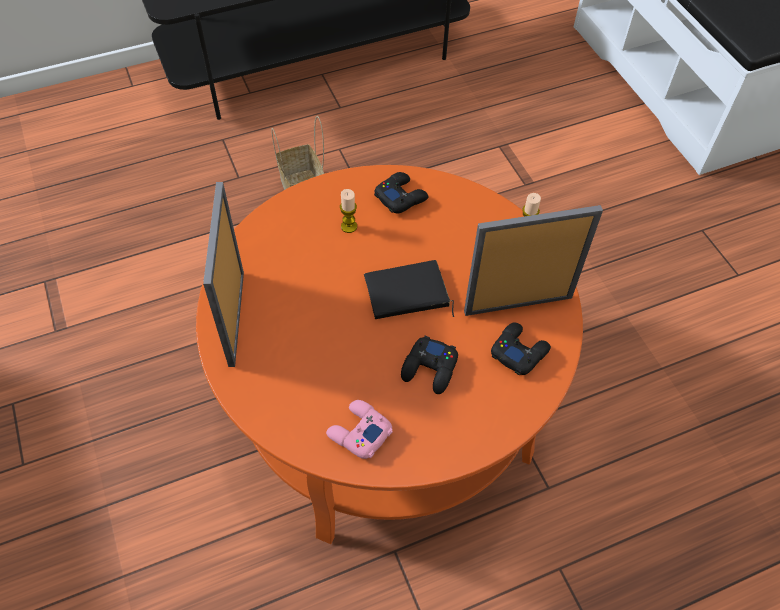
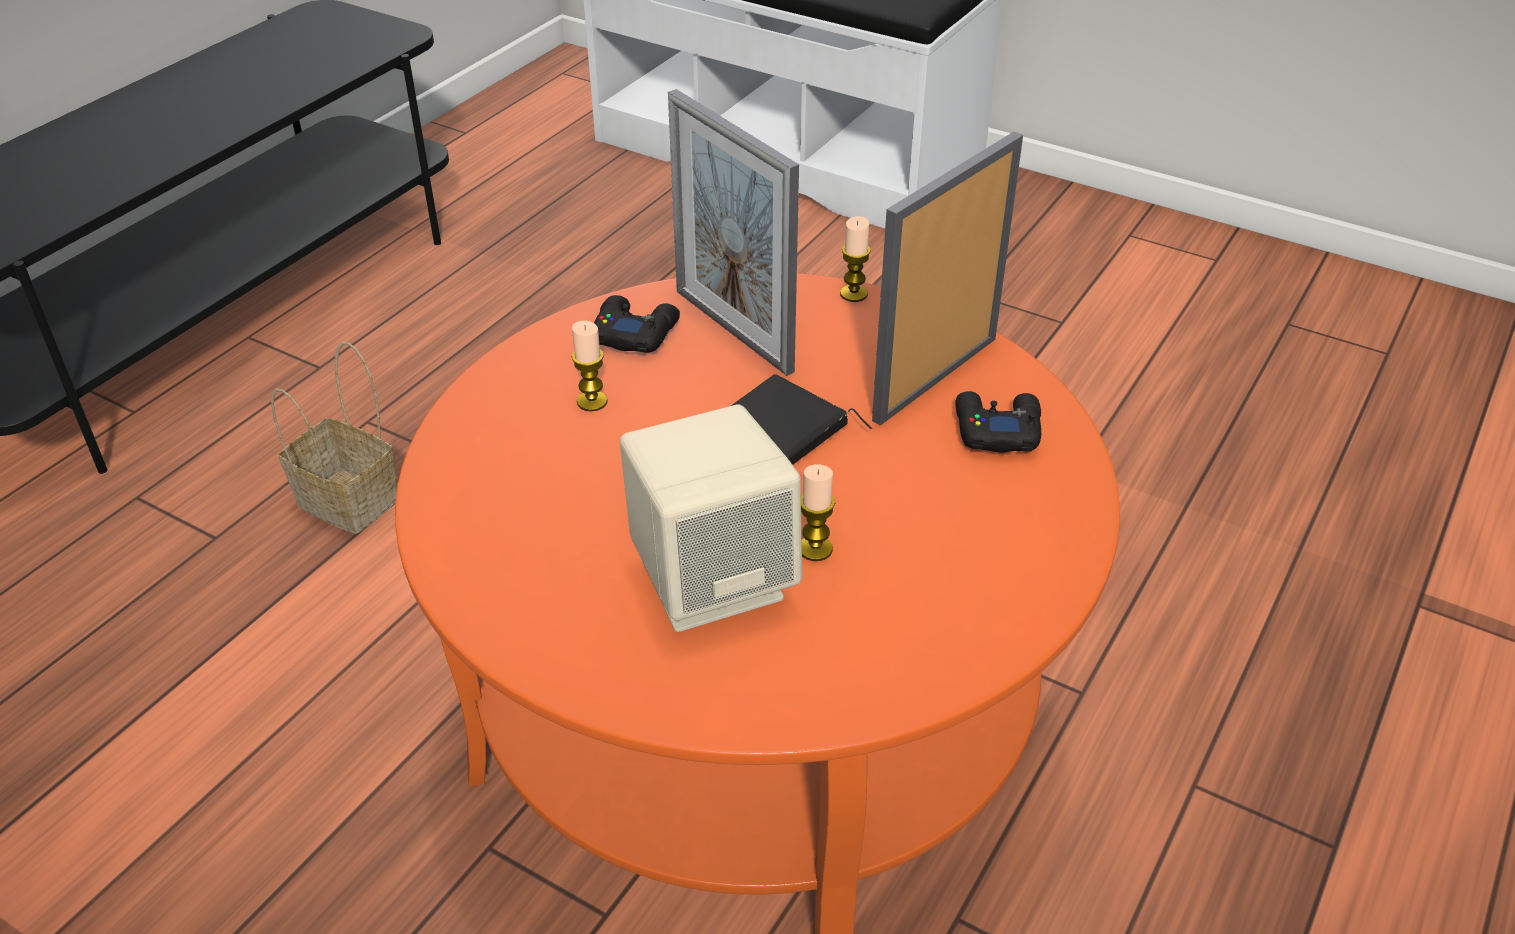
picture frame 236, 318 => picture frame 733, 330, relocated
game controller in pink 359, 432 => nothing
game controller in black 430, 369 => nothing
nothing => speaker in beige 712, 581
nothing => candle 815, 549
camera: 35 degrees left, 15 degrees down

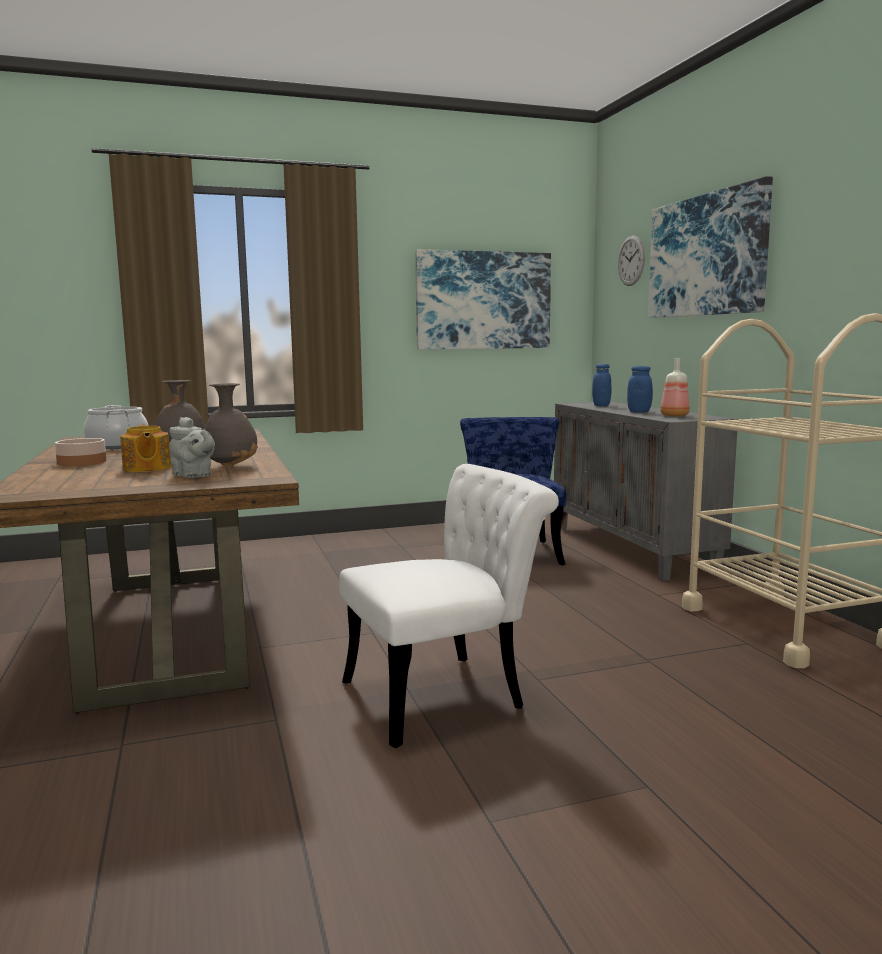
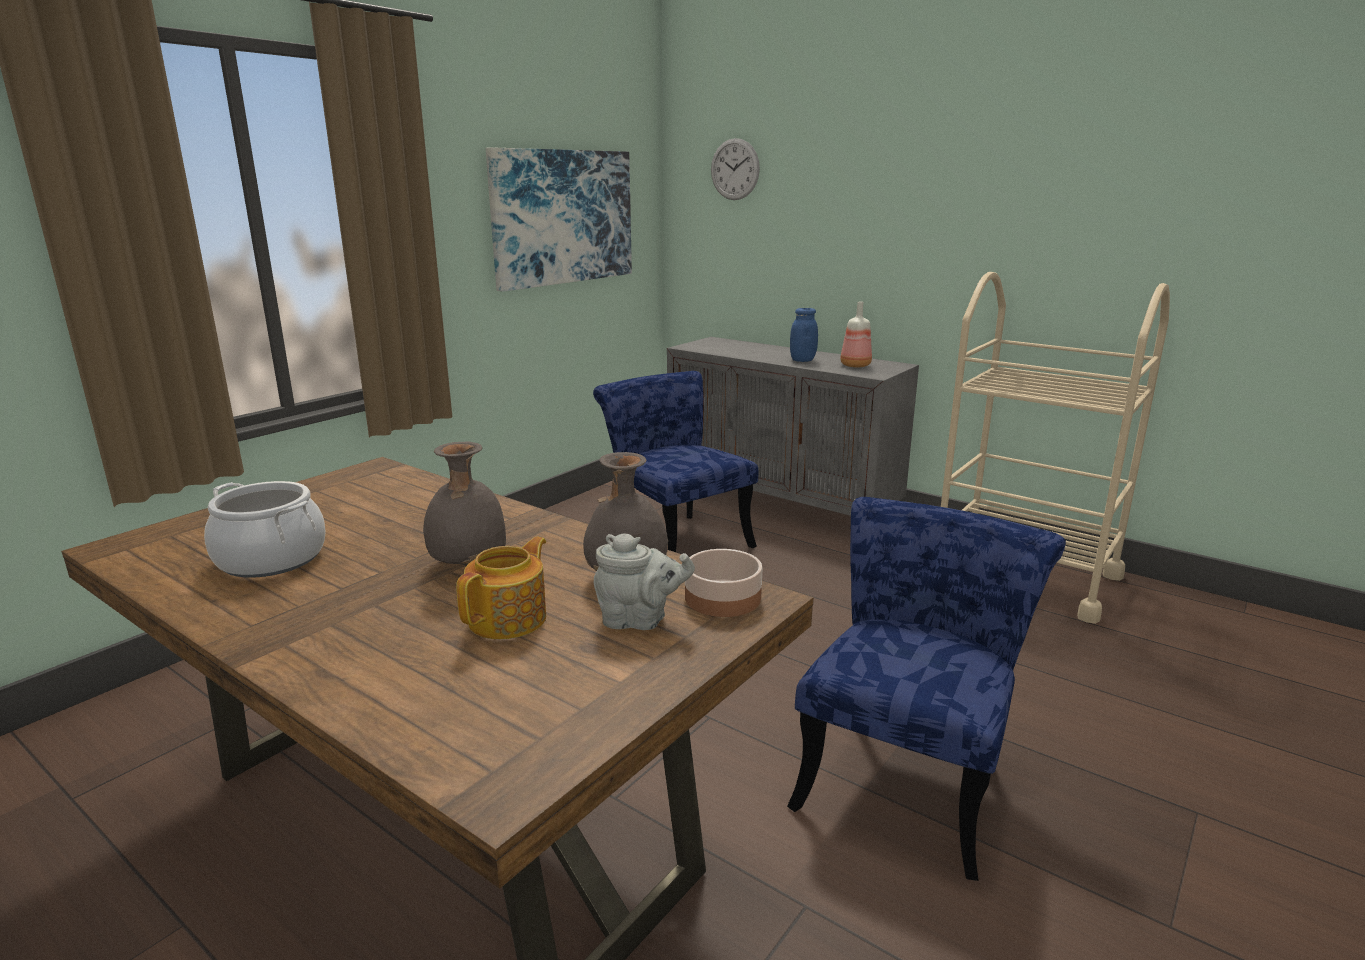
bowl 81, 462 => bowl 721, 598, relocated
teapot 146, 468 => teapot 510, 619, 90 degrees counterclockwise
chair in white 447, 694 => chair in blue 908, 776
jar in blue 601, 405 => nothing
picture 706, 255 => nothing
camera: 35 degrees left, 10 degrees up

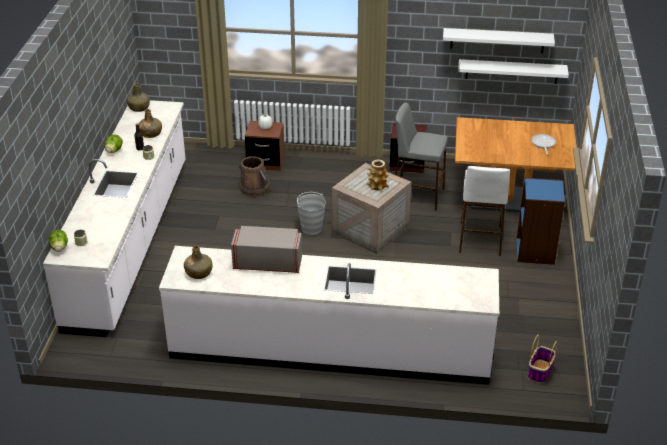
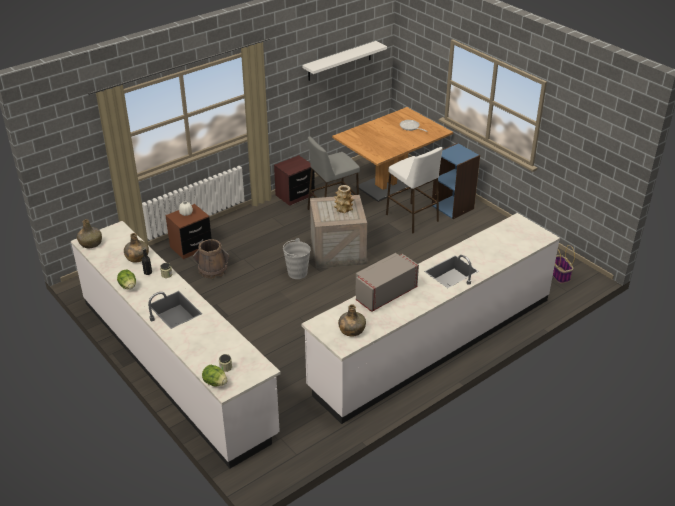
shelf in white 511, 71 => nothing
camera: 45 degrees left, 0 degrees up

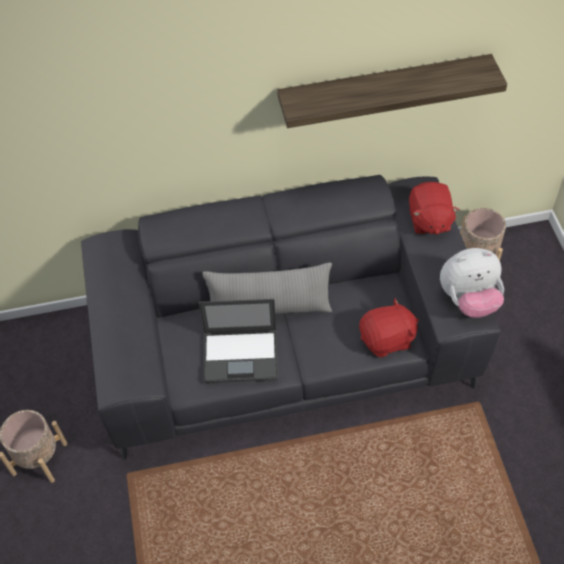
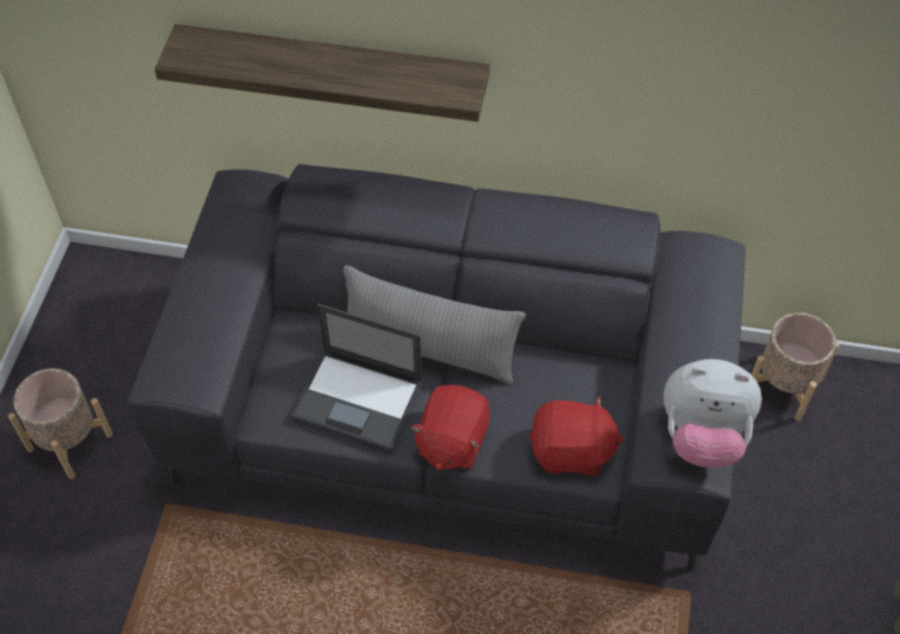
shelf 384, 90 => shelf 333, 71, relocated
plush toy in red 429, 220 => plush toy in red 451, 441, relocated
camera: 20 degrees right, 0 degrees up

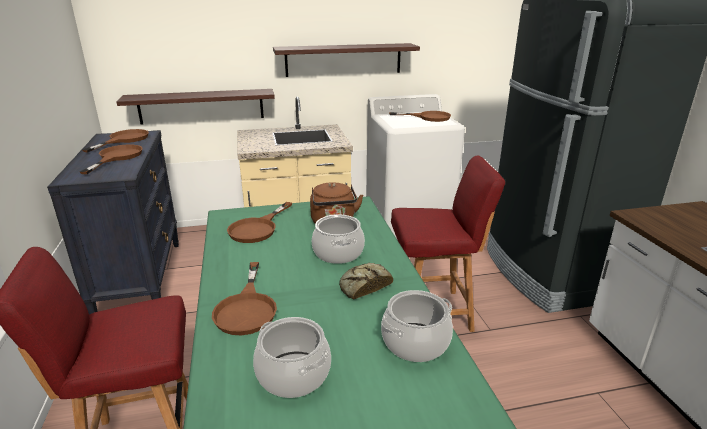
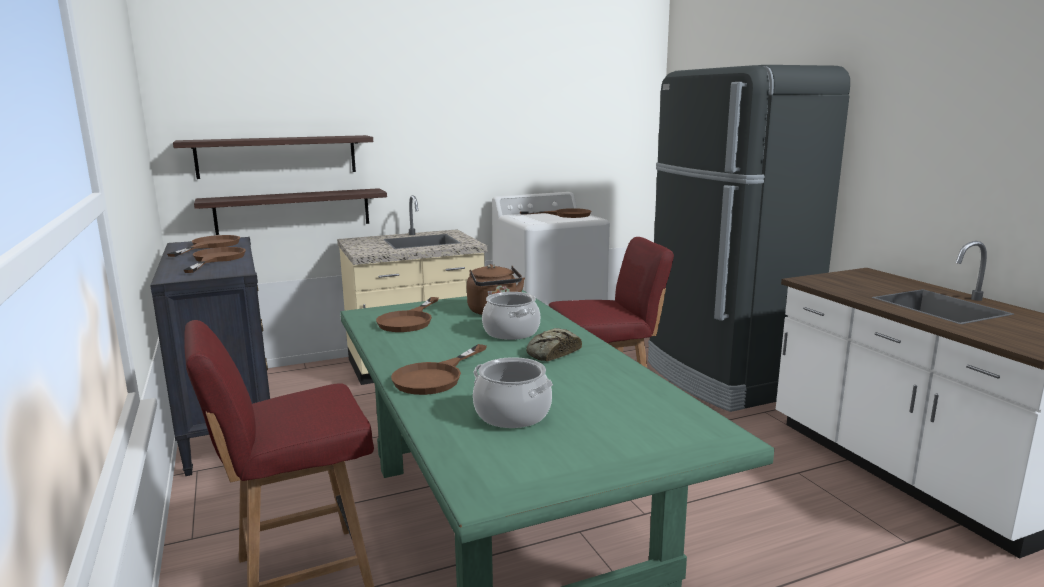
frying pan in brown 247, 308 => frying pan in brown 435, 377, 45 degrees clockwise
shelf 343, 59 => shelf 277, 156, relocated
cooking pot 415, 342 => nothing
camera: 10 degrees left, 10 degrees down

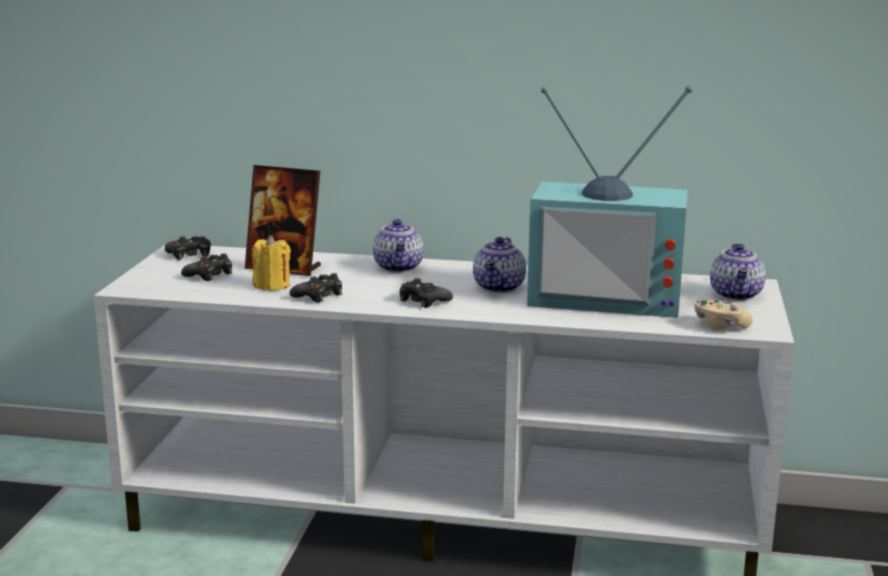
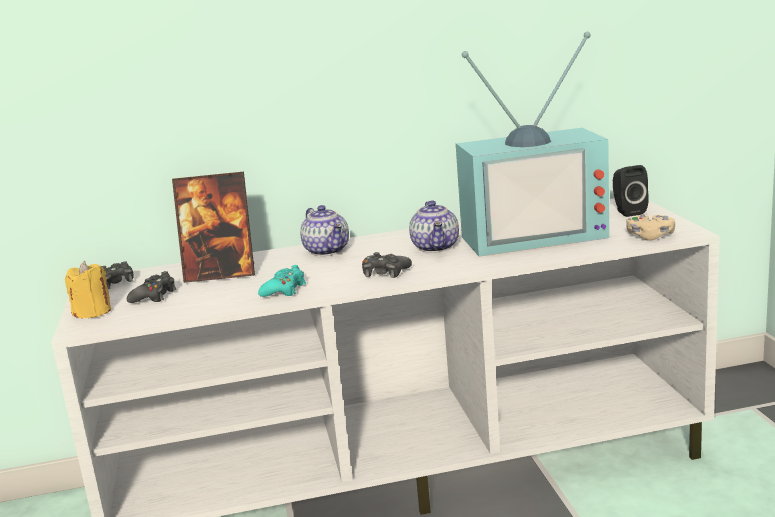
candle in yellow 272, 285 => candle in yellow 93, 312, relocated
game controller in black 318, 296 => game controller in turquoise 284, 290
teapot 737, 295 => speaker in black 628, 212
camera: 20 degrees left, 0 degrees up

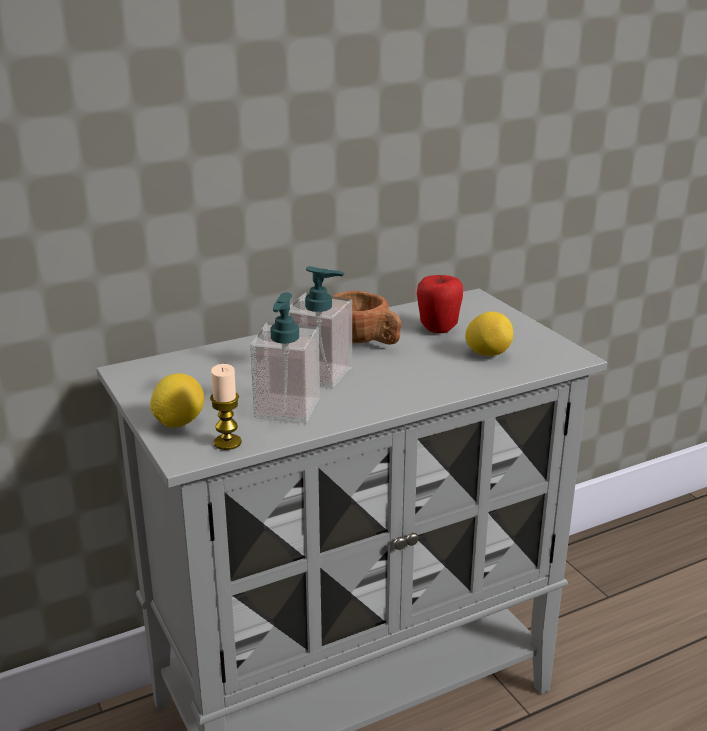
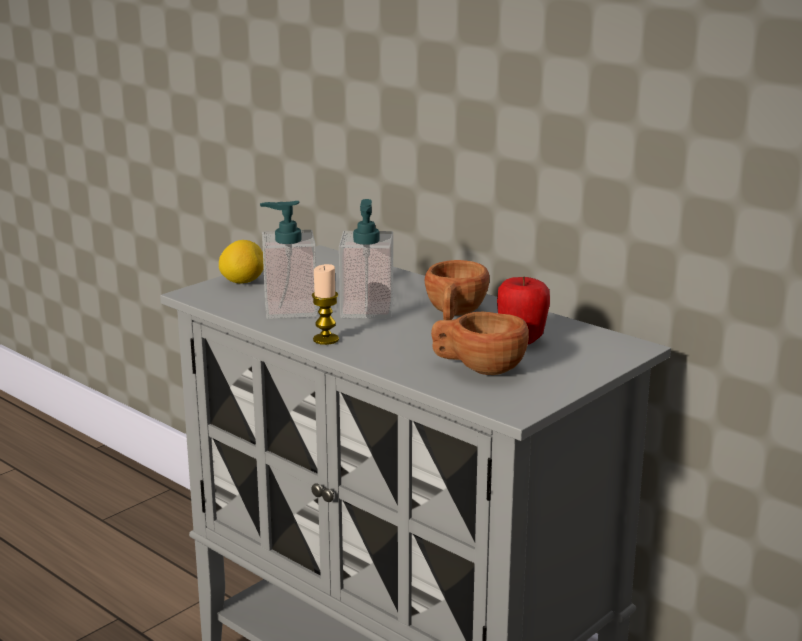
candle 227, 442 => candle 326, 339, relocated
lemon 488, 354 => cup in brown 478, 368
camera: 70 degrees right, 5 degrees down

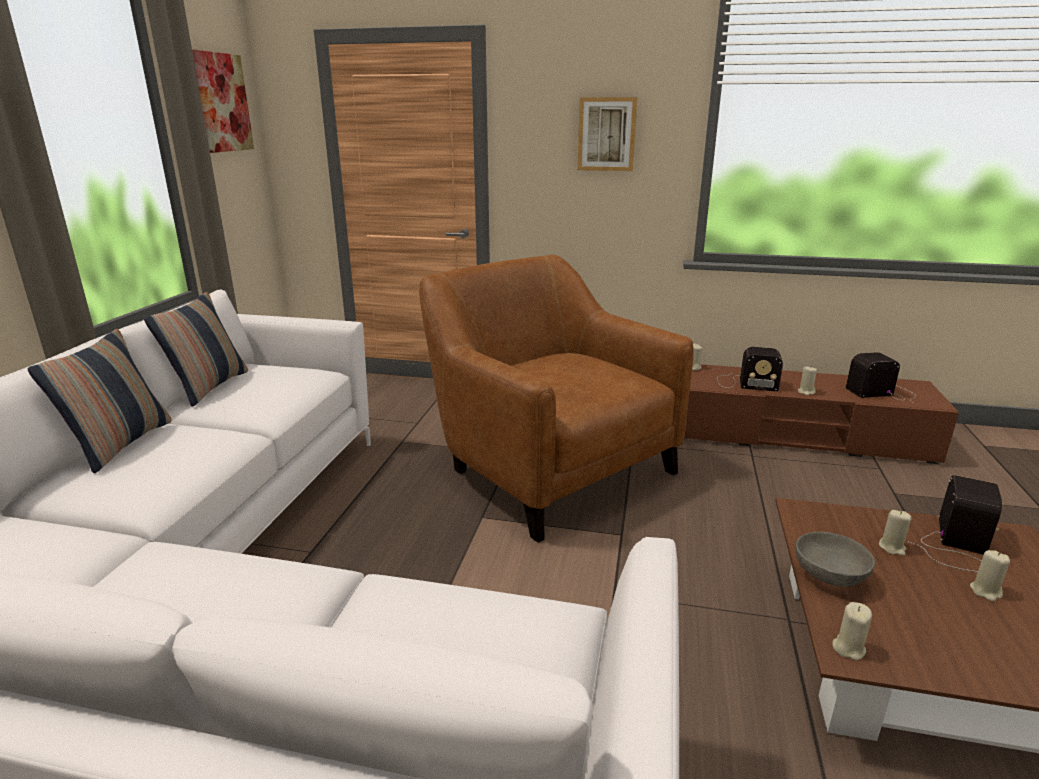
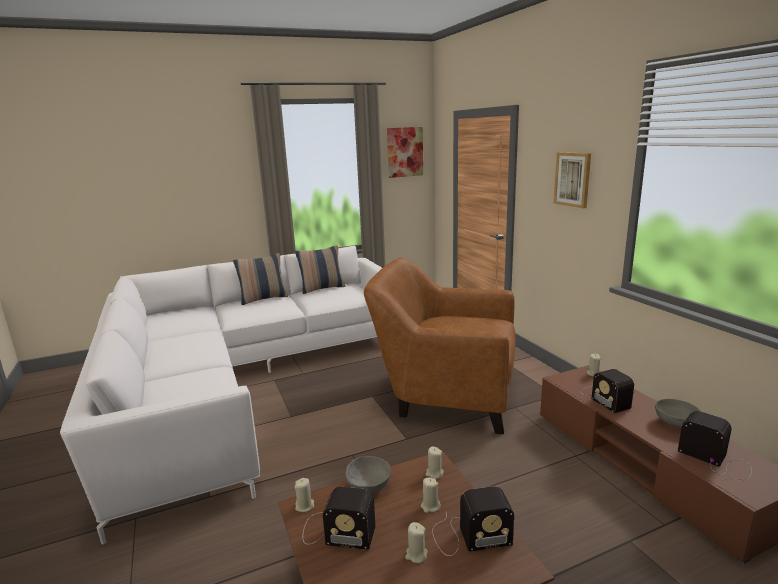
armchair in brown 548, 465 => armchair in brown 445, 392, 90 degrees counterclockwise
candle in beige 806, 392 => candle in beige 434, 473, relocated
nothing => radio 336, 531
nothing => bowl in grey 676, 423
camera: 55 degrees right, 5 degrees down

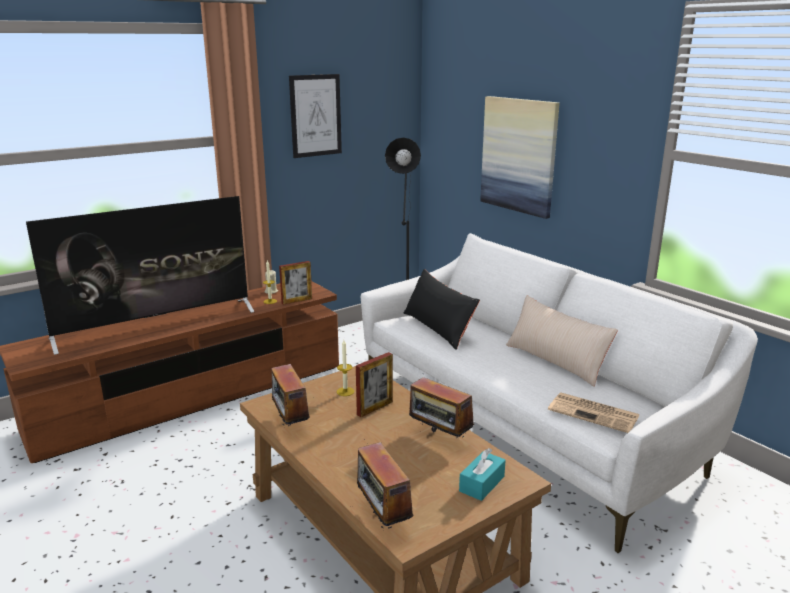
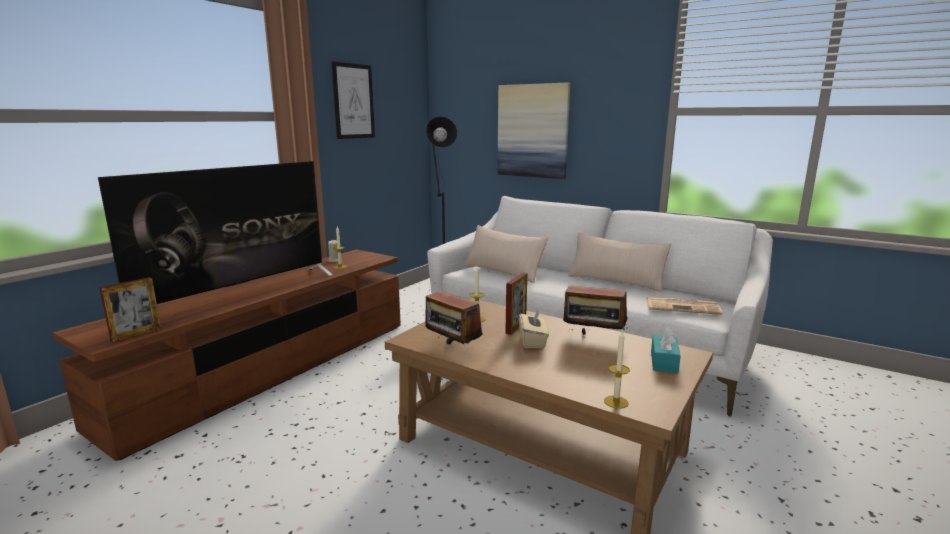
picture frame 297, 301 => picture frame 136, 334, relocated
radio 383, 519 => candle 616, 402
pillow in black 438, 328 => pillow in beige 503, 271
nothing => tissue box in beige 533, 341
camera: 20 degrees left, 5 degrees down

